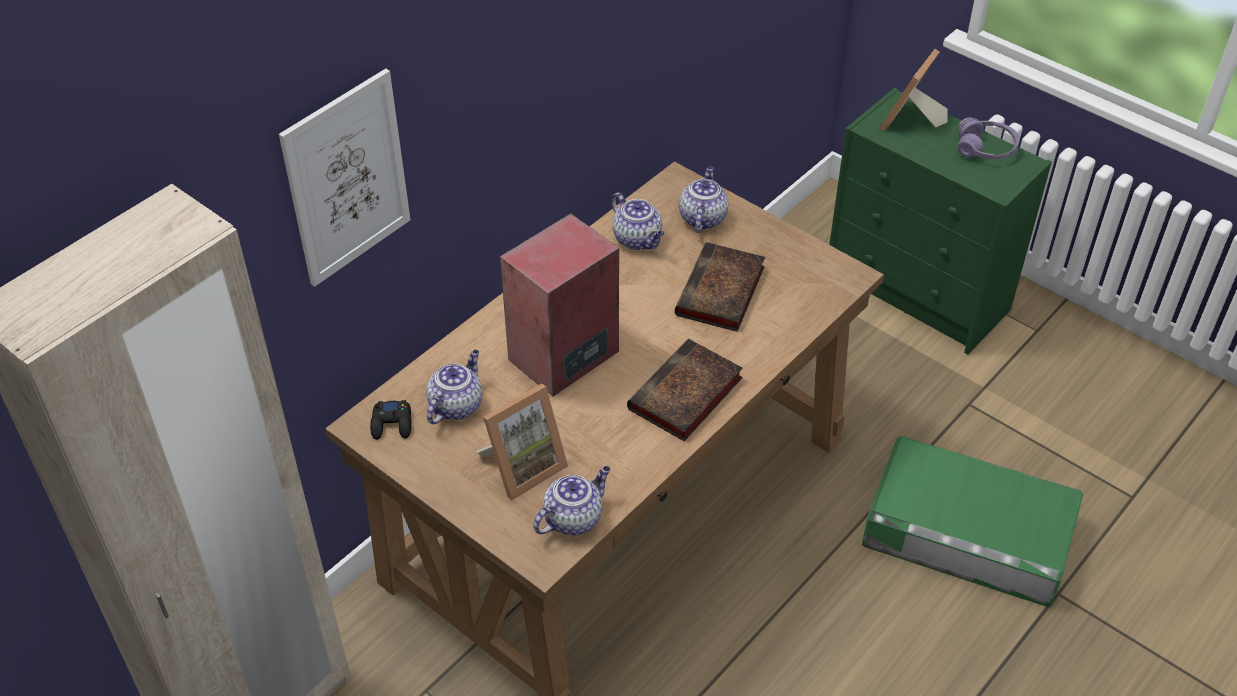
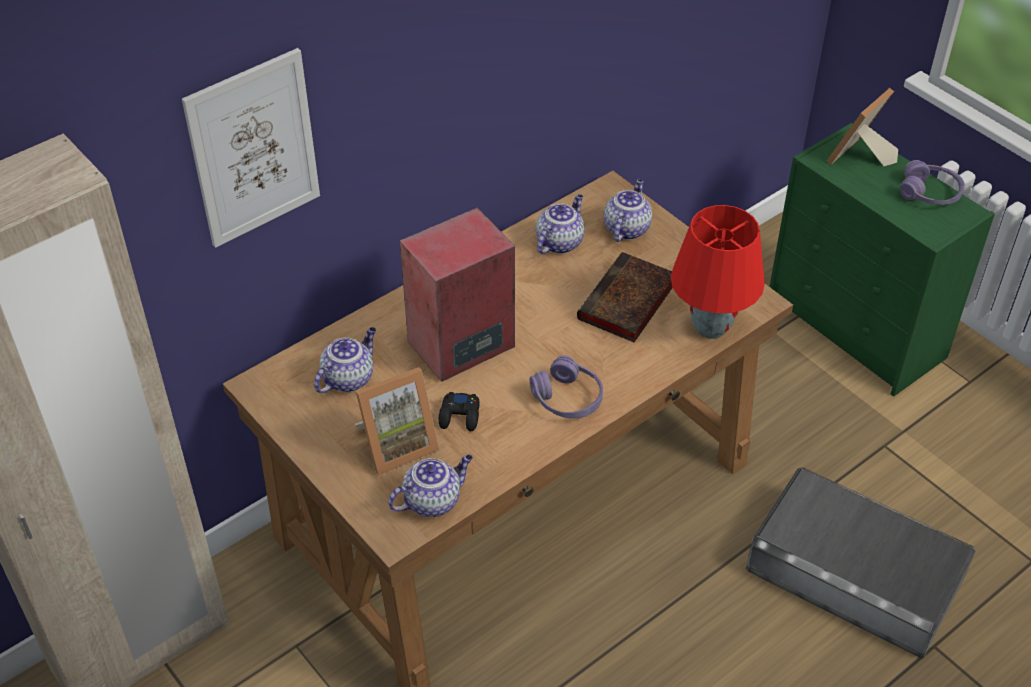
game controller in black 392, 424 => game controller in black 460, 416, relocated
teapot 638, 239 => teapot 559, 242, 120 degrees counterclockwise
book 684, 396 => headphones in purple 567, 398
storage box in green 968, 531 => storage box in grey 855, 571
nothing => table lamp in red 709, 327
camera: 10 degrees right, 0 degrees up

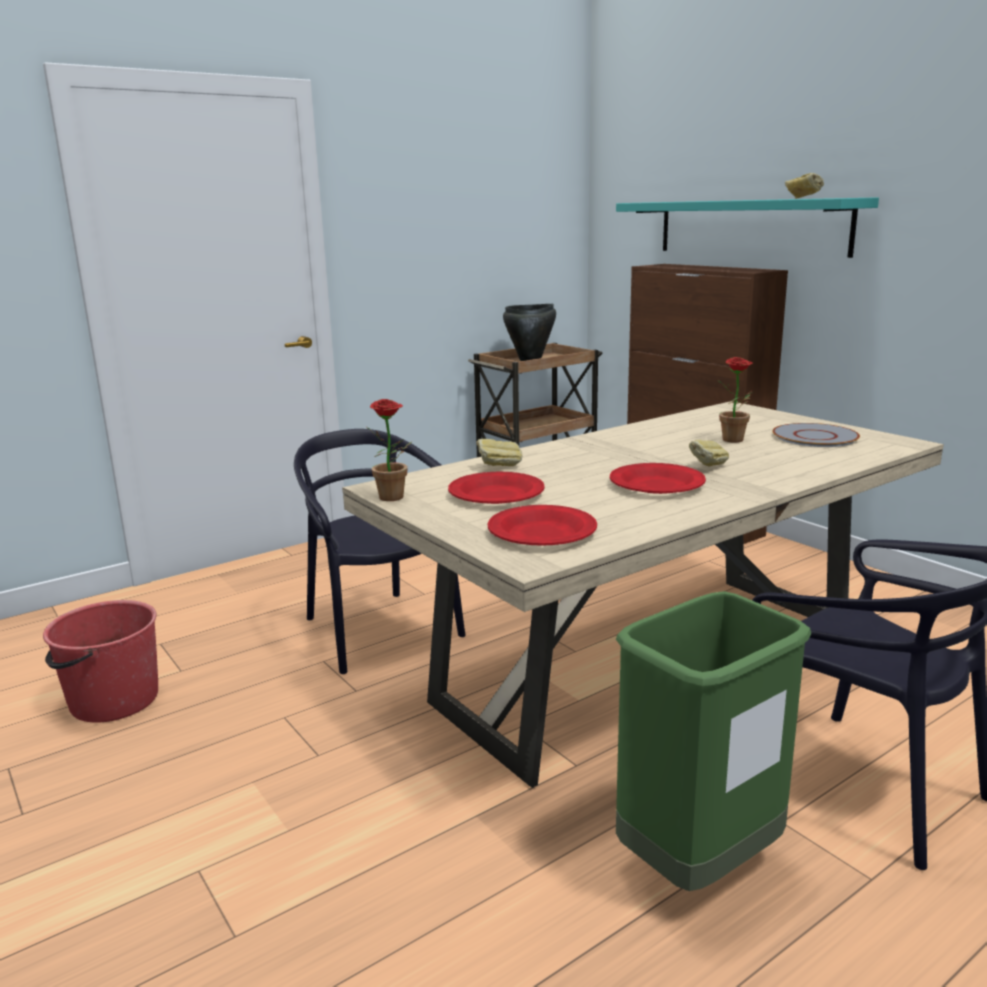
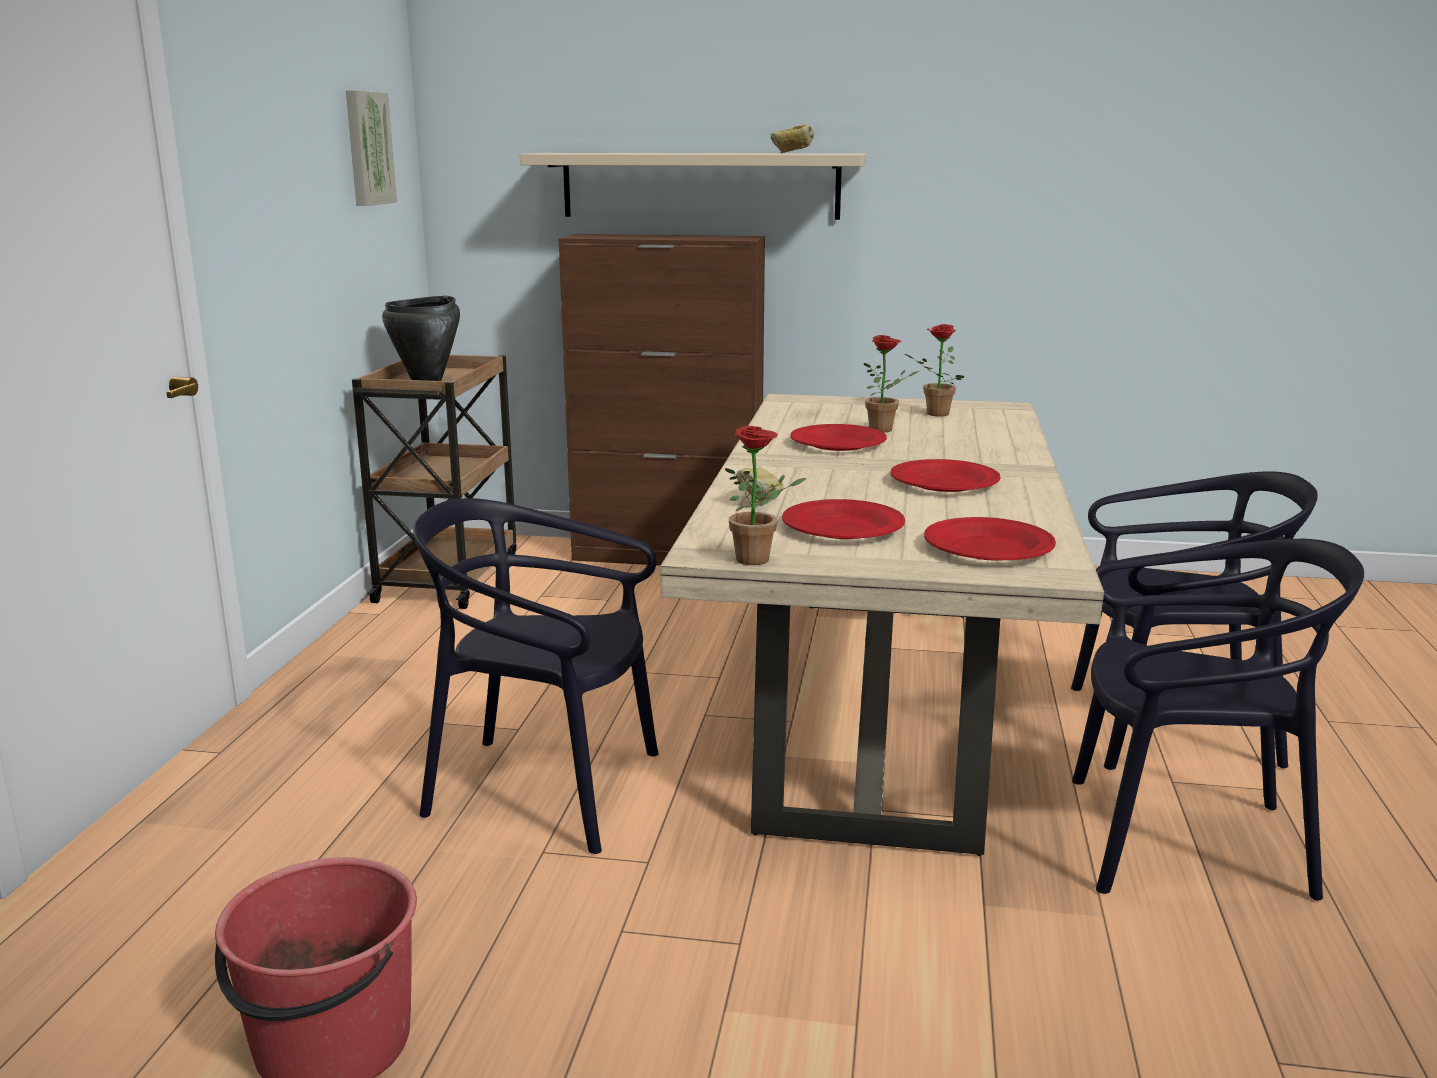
shelf in turquoise 750, 227 => shelf in beige 700, 185
trash can in green 698, 865 => chair in black 1183, 841
bread 707, 467 => nothing
plate in grey 814, 436 => potted plant 933, 414
nothing => picture 367, 148
nothing => plate in red 838, 443
camera: 45 degrees left, 0 degrees up

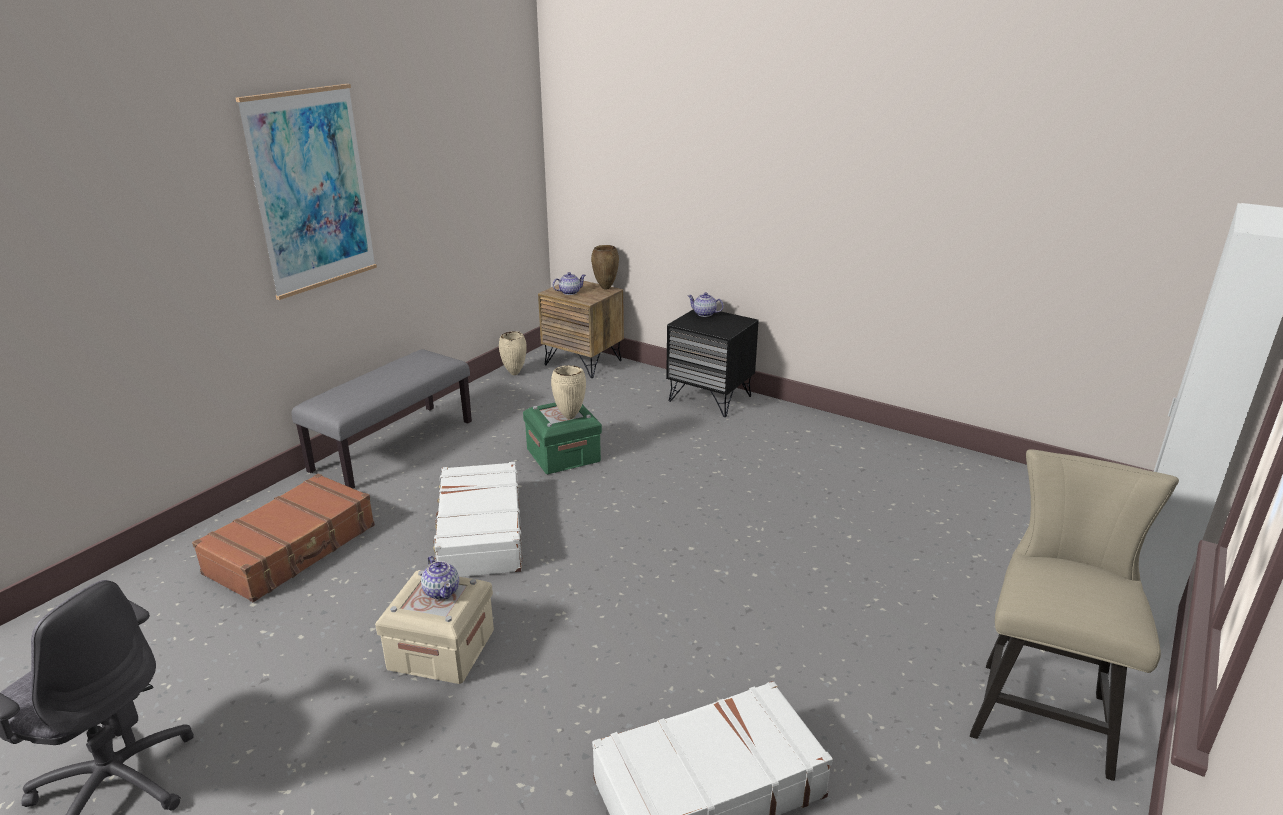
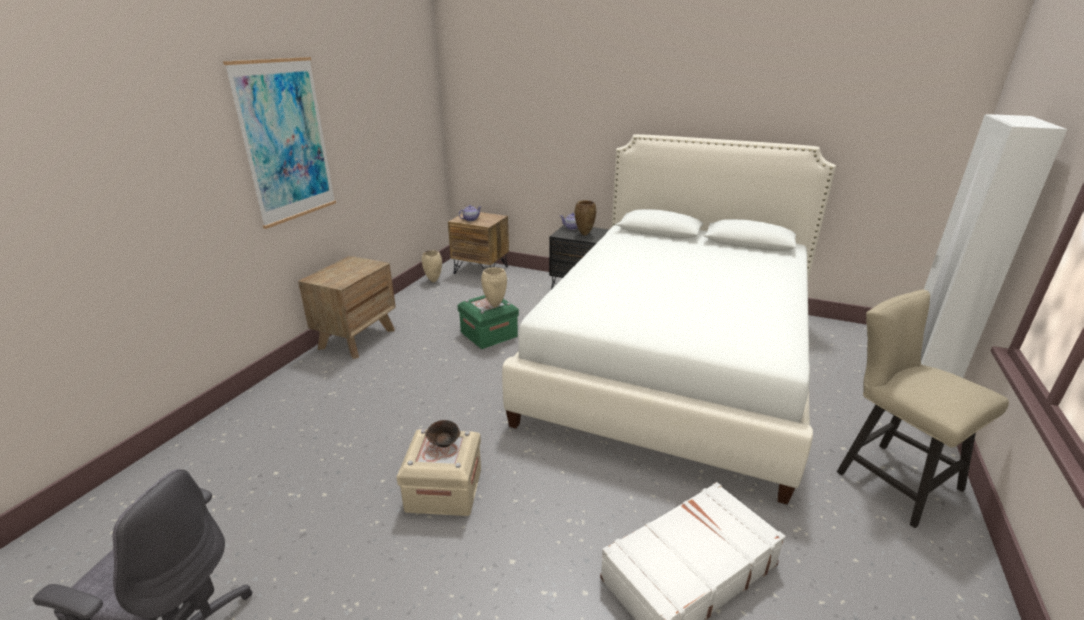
suitcase in brown 293, 549 => nothing
bench in grey 393, 445 => nightstand in brown 357, 338
teapot 441, 591 => bowl in brown 444, 443
suitcase in white 479, 533 => nothing
vase in brown 605, 288 => vase in brown 584, 234, relocated
chair in beige 1042, 708 => chair in beige 889, 477, 45 degrees counterclockwise
nothing => bed in white 674, 362
camera: 10 degrees left, 0 degrees up

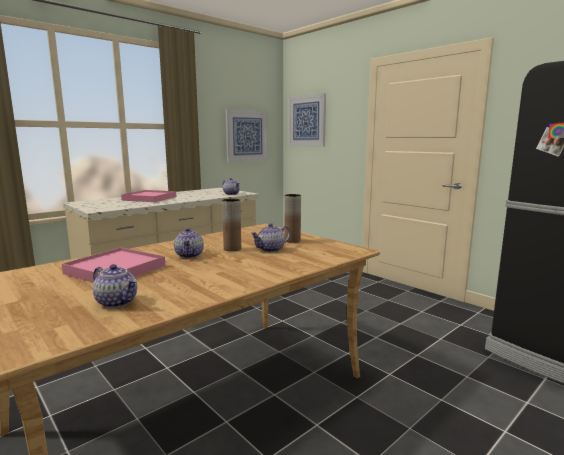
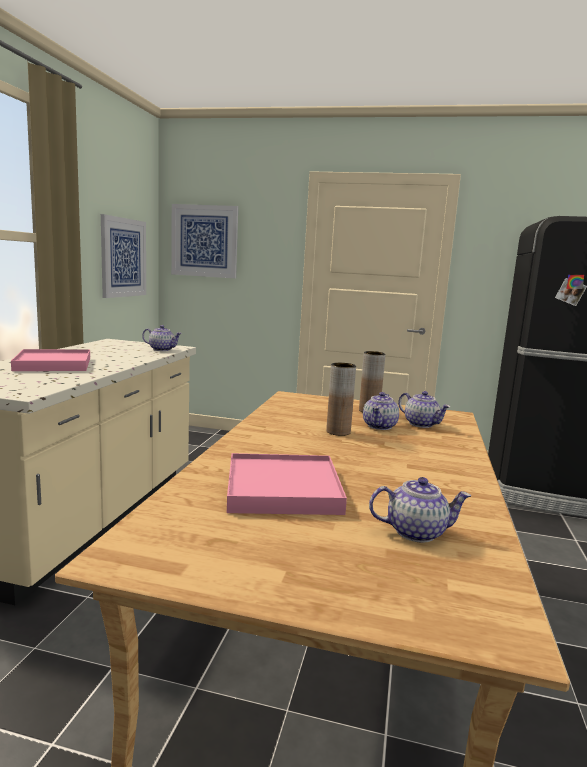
teapot 189, 255 => teapot 421, 424, relocated
camera: 35 degrees left, 0 degrees up

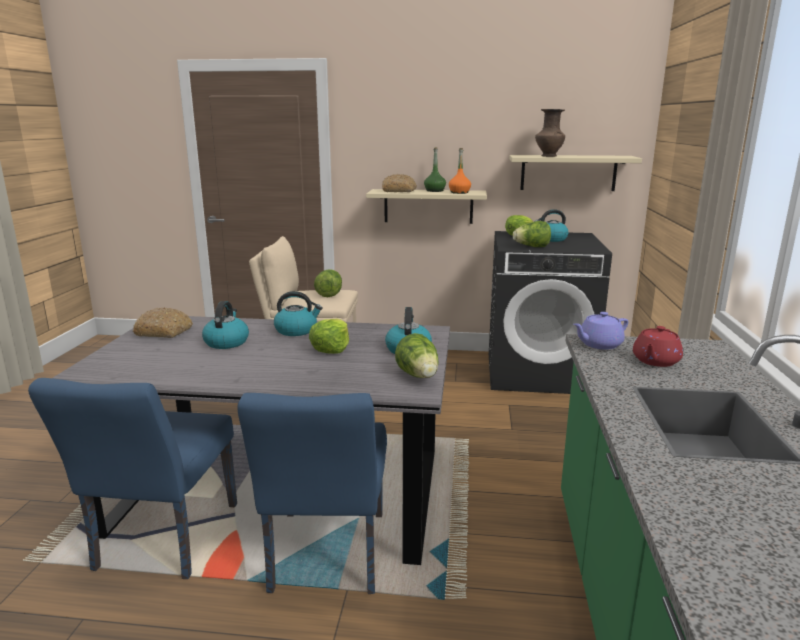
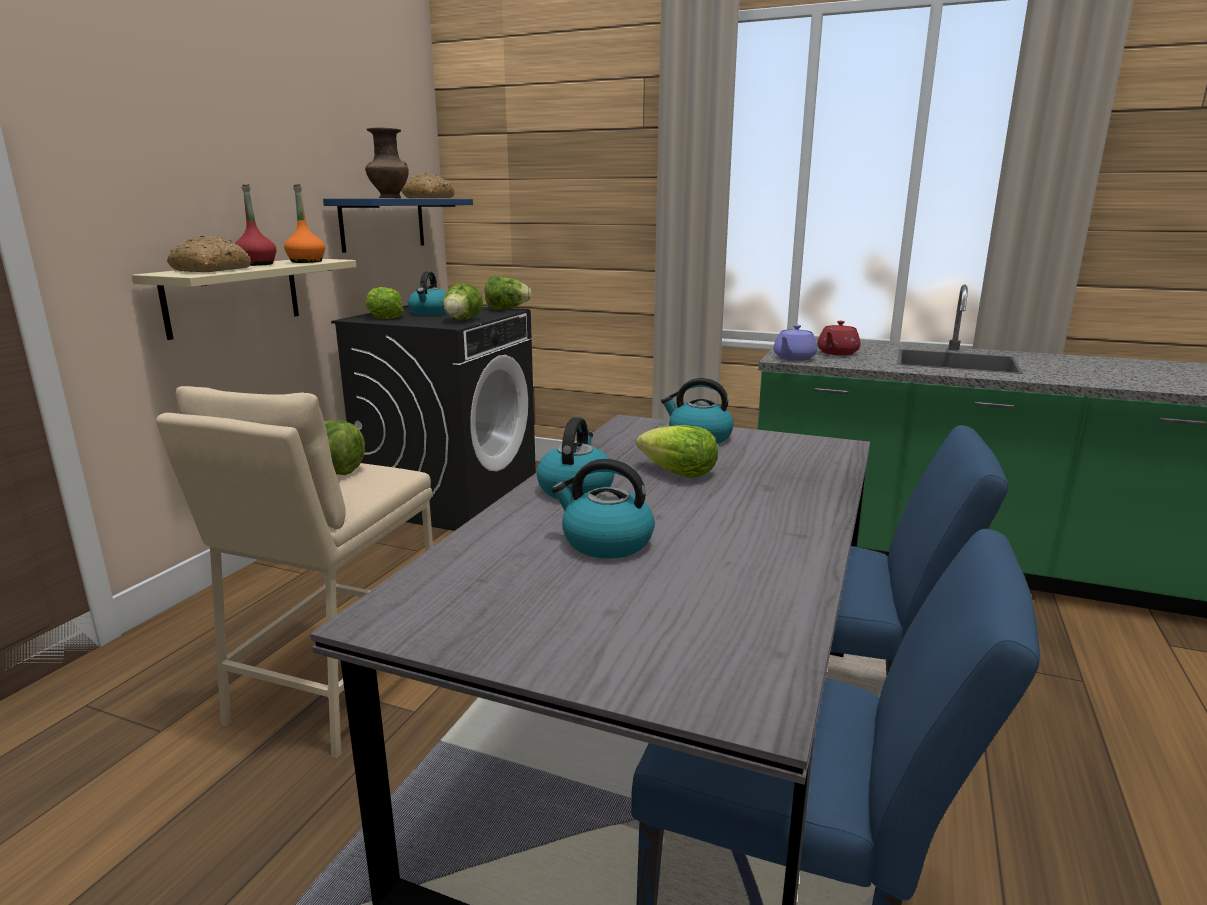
bread 164, 332 => bread 429, 198, relocated
lettuce 419, 376 => lettuce 506, 309, relocated
bottle in green 434, 191 => bottle in red 257, 264
shelf in beige 568, 173 => shelf in blue 383, 224
teapot in purple 599, 344 => teapot in purple 793, 358, 45 degrees clockwise
teapot in red 655, 361 => teapot in red 837, 353, 75 degrees clockwise
camera: 75 degrees left, 0 degrees up

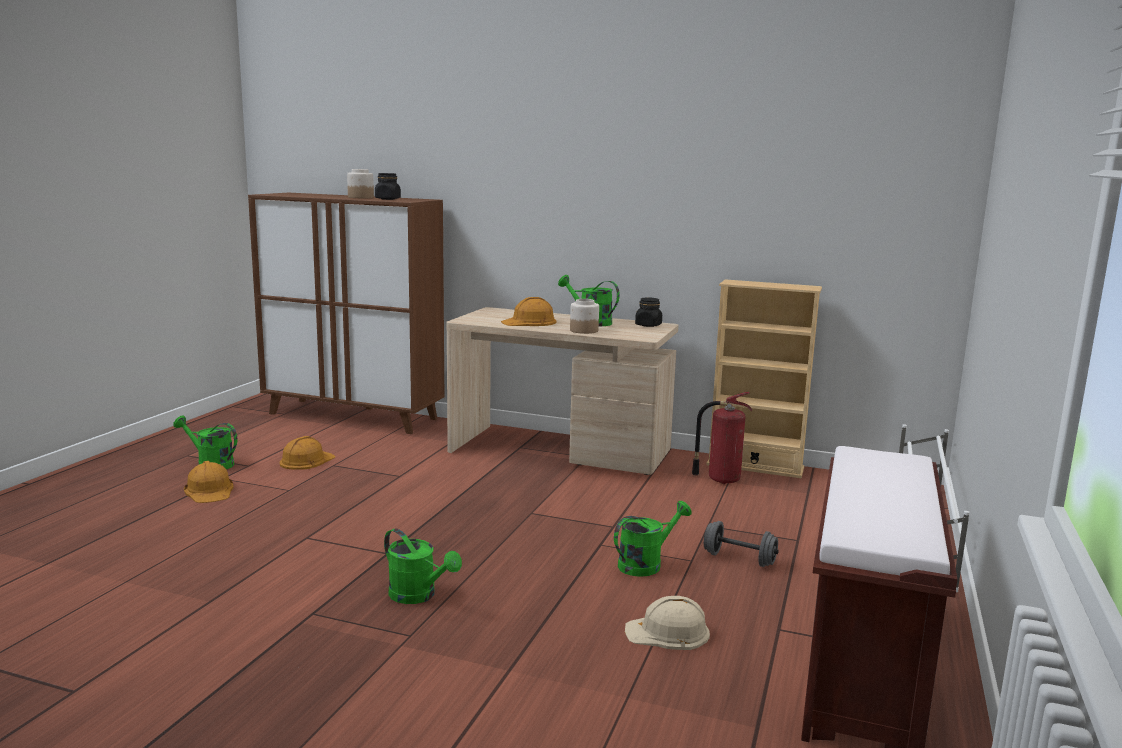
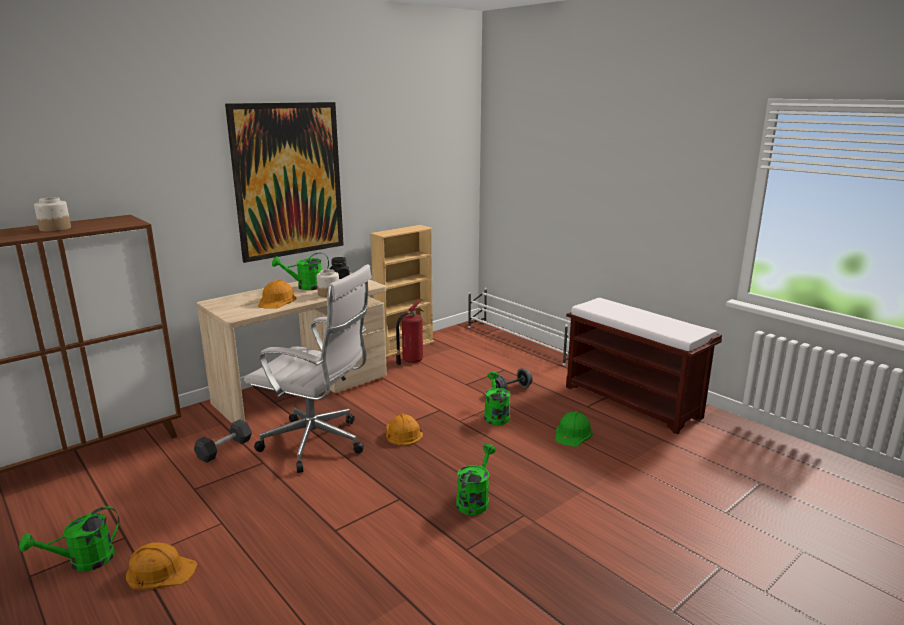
hard hat in orange 306, 460 => hard hat in orange 402, 433, relocated
jar in black 387, 199 => nothing
watering can in green 418, 596 => watering can in green 474, 500, 45 degrees counterclockwise
hard hat in beige 668, 632 => hard hat in green 573, 433
nothing => dumbbell in grey 224, 449
nothing => picture 288, 180
nothing => office chair in white 318, 444
camera: 60 degrees left, 5 degrees up

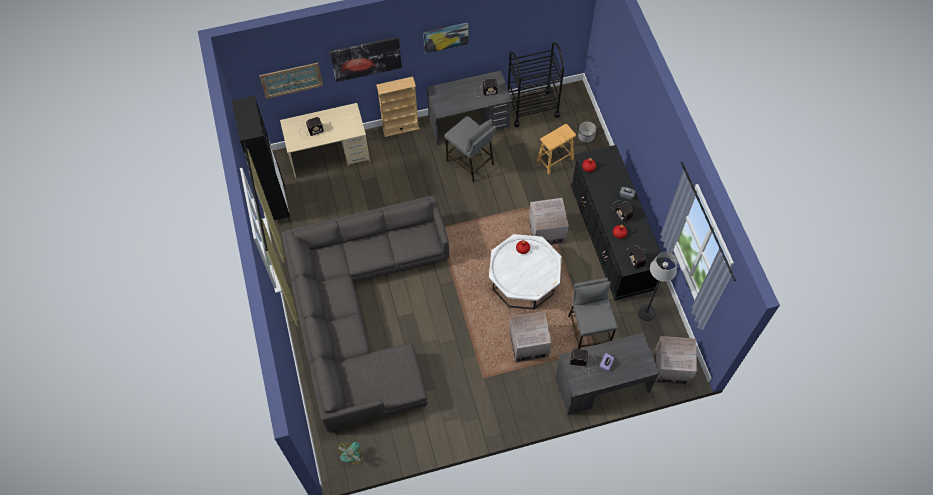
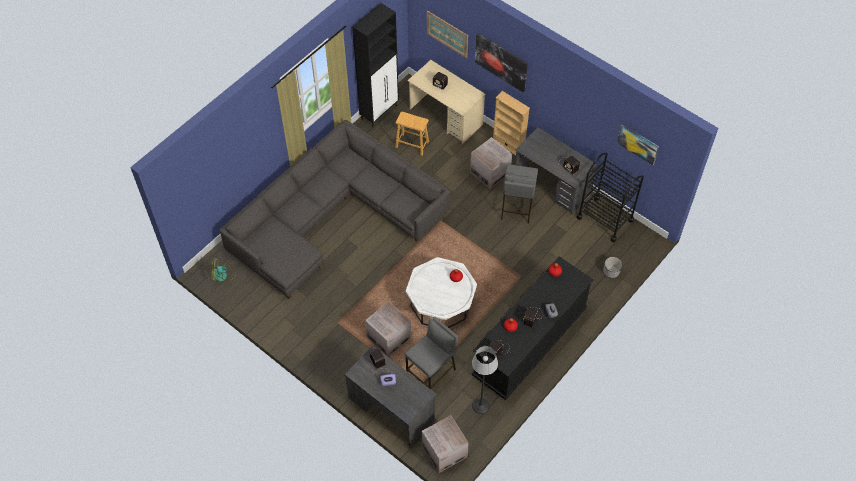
picture 445, 37 => picture 638, 144, relocated
cardboard box 546, 231 => cardboard box 490, 172, relocated
stool in brown 555, 159 => stool in brown 412, 144, relocated
camera: 55 degrees right, 5 degrees down

